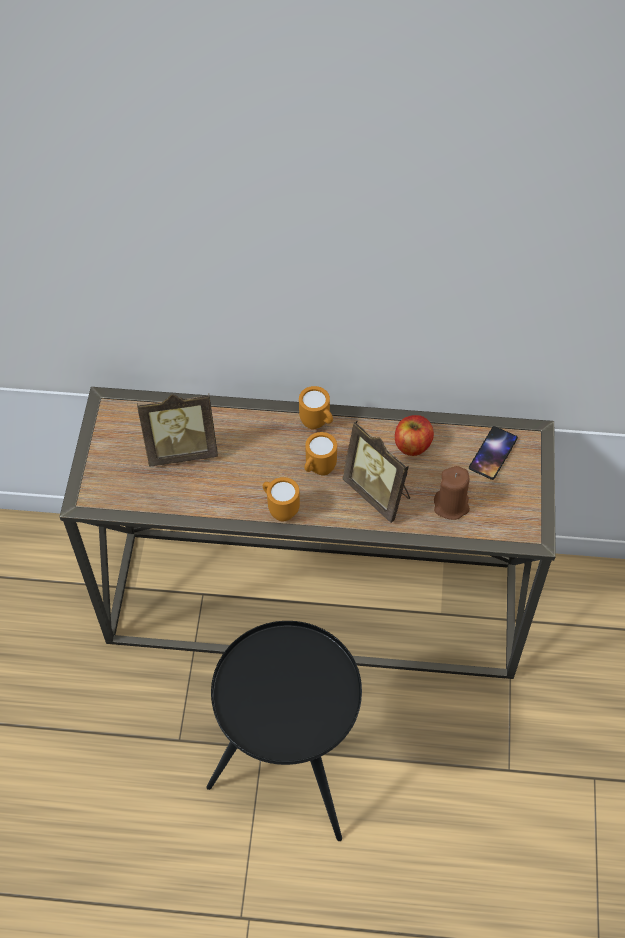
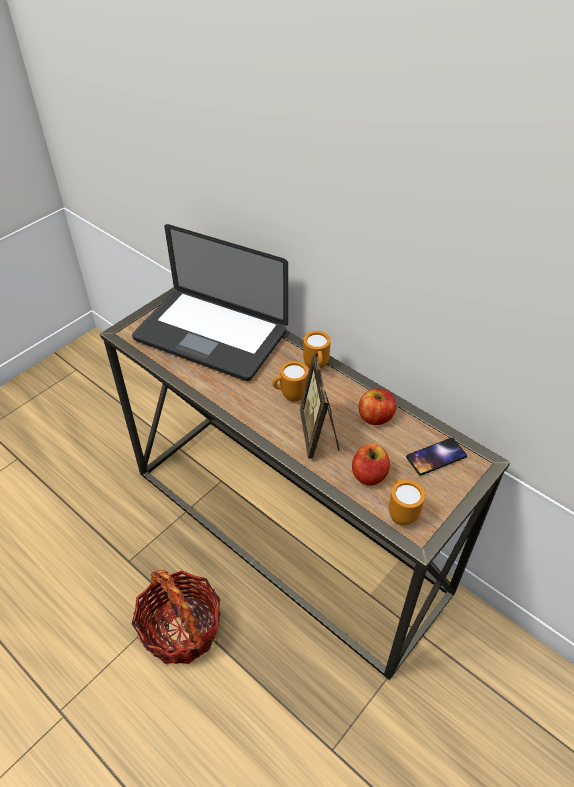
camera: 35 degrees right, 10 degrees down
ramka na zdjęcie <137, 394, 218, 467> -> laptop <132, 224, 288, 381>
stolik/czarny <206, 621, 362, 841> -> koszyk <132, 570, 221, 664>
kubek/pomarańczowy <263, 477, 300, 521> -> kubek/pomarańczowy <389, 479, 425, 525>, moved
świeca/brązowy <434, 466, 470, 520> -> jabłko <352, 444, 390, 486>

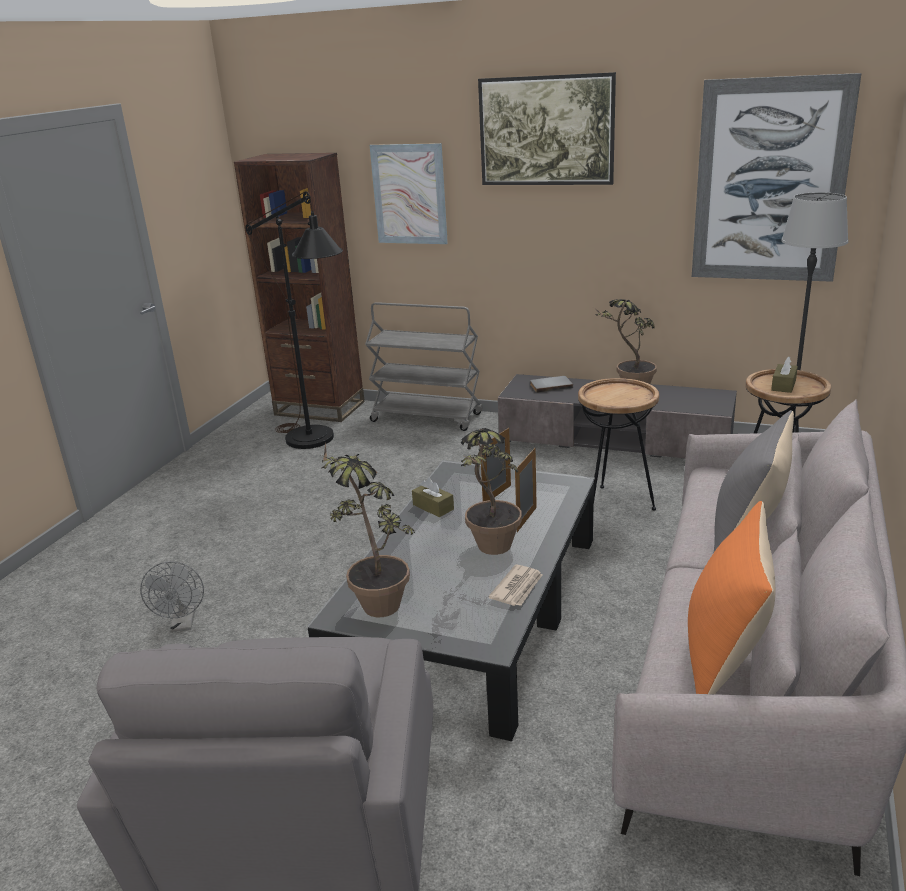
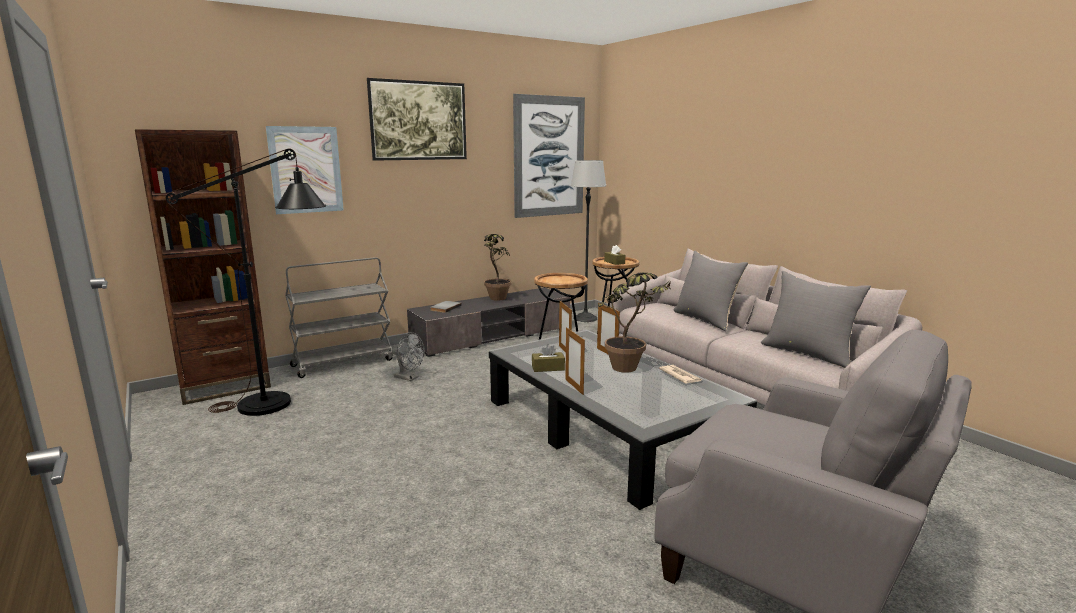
camera: 55 degrees left, 10 degrees down
wentylator/szary <140, 562, 204, 632> -> wentylator/szary <392, 332, 425, 381>, moved
roślina doniczkowa <321, 441, 415, 617> -> none
poduszka/pomarańczowy <688, 501, 775, 694> -> poduszka/szary <761, 271, 871, 368>
none -> ramka na zdjęcie <565, 327, 585, 395>

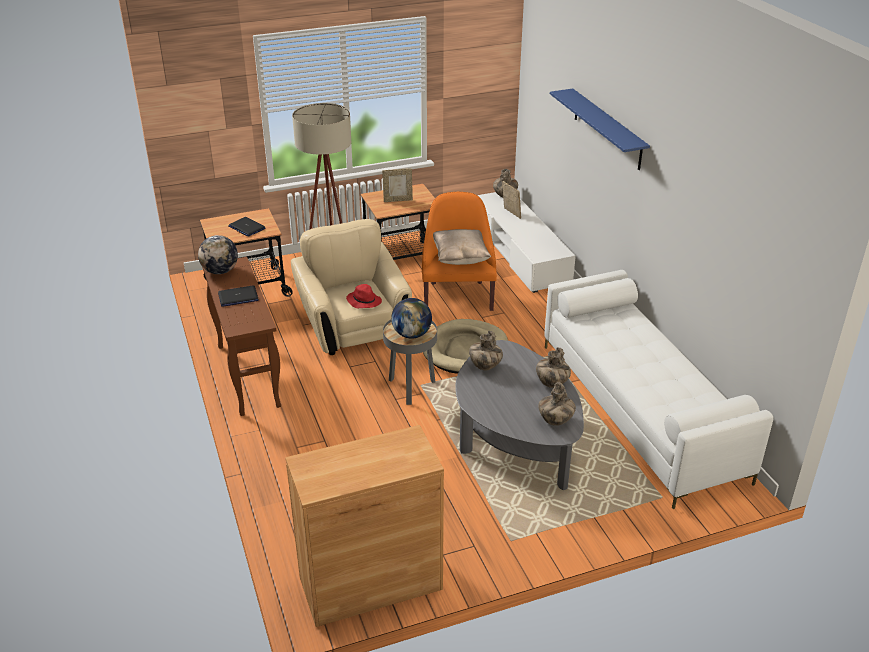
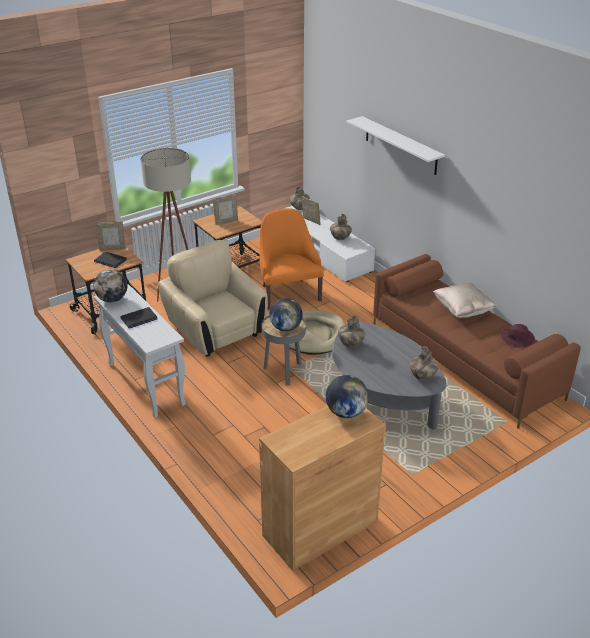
camera: 15 degrees left, 0 degrees up
stolik konsolowy/brązowy <202, 257, 281, 416> -> stolik konsolowy/biały <93, 284, 186, 418>
kapelusz/czerwony <346, 284, 382, 308> -> none
poduszka/beżowy <433, 229, 491, 265> -> poduszka/beżowy <433, 282, 497, 318>, moved
wazon <536, 347, 571, 388> -> wazon <330, 214, 352, 240>, moved
kanapa/biały <544, 270, 774, 509> -> kanapa/brązowy <373, 254, 581, 429>
półka/niebieski <550, 88, 650, 170> -> półka/biały <346, 116, 445, 175>
none -> ramka na zdjęcie <96, 222, 126, 251>
none -> globus <326, 375, 368, 418>
none -> kapelusz/fioletowy <501, 324, 535, 348>

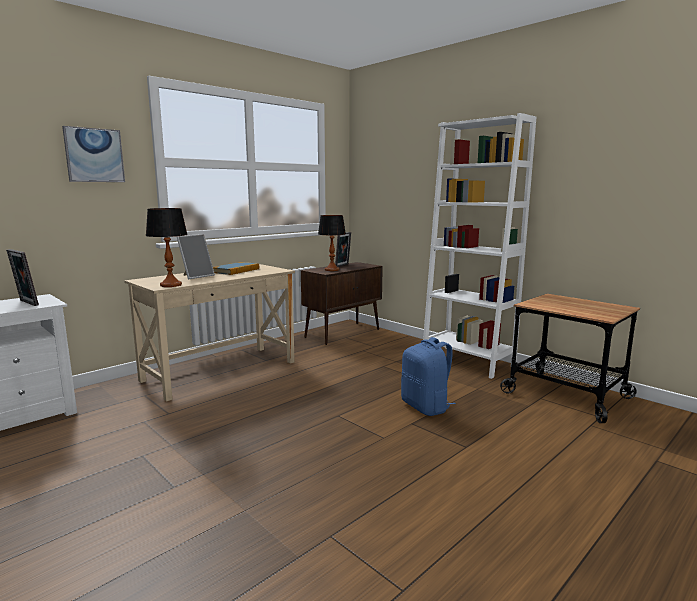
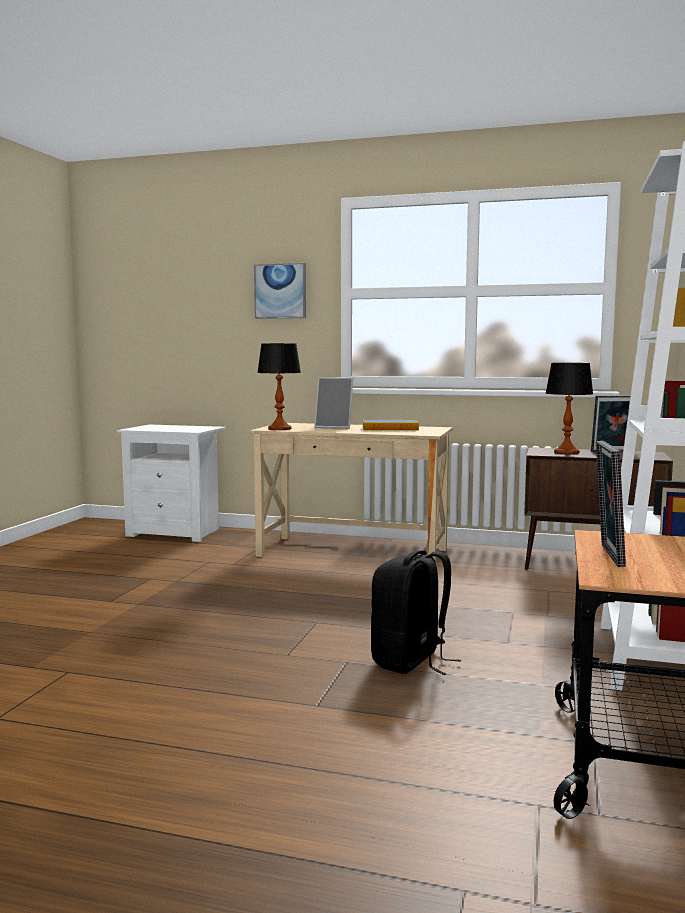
camera: 60 degrees right, 5 degrees down
ramka na zdjęcie <6, 249, 39, 306> -> ramka na zdjęcie <596, 441, 626, 567>, moved
plecak/niebieski <401, 337, 456, 416> -> plecak/czarny <371, 550, 461, 675>

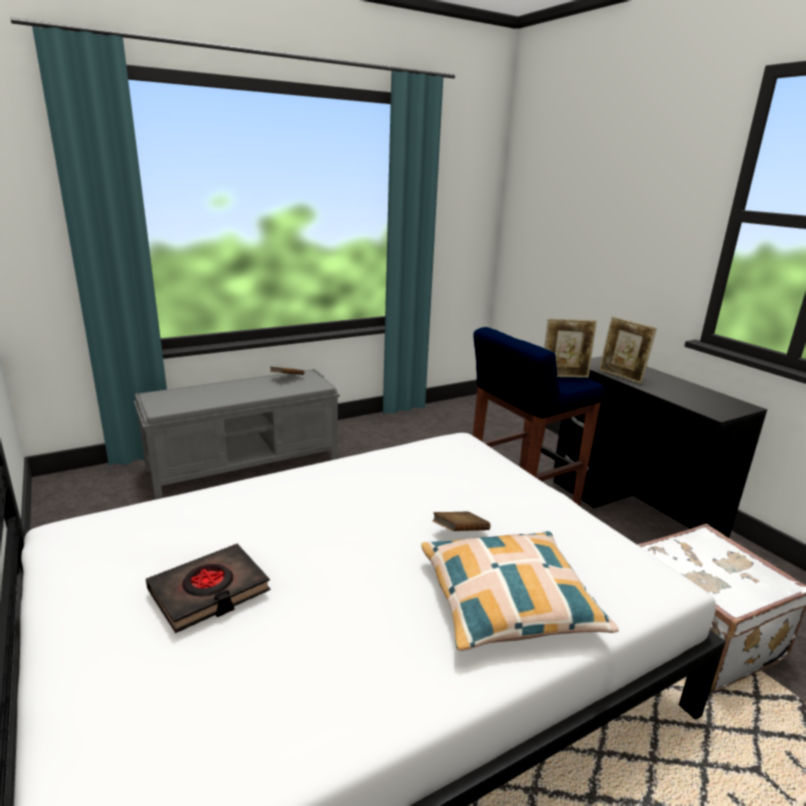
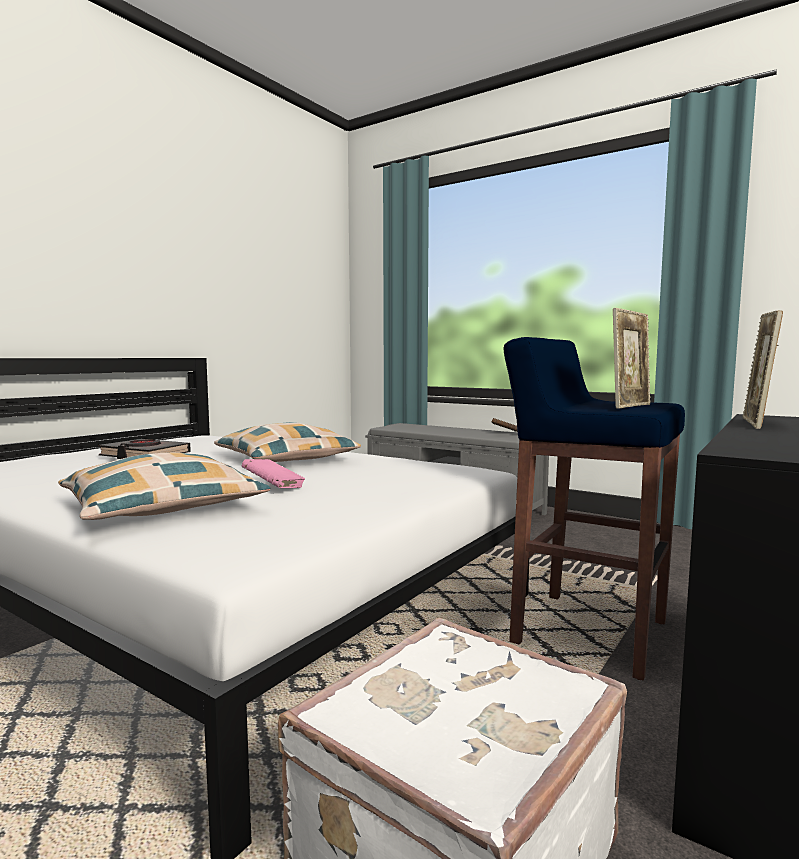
camera: 65 degrees right, 15 degrees down
książka/brązowy <432, 512, 490, 531> -> książka/różowy <242, 459, 305, 488>
ramka na zdjęcie <544, 319, 597, 378> -> ramka na zdjęcie <613, 308, 651, 409>, 105 degrees counterclockwise
none -> poduszka <214, 422, 361, 462>

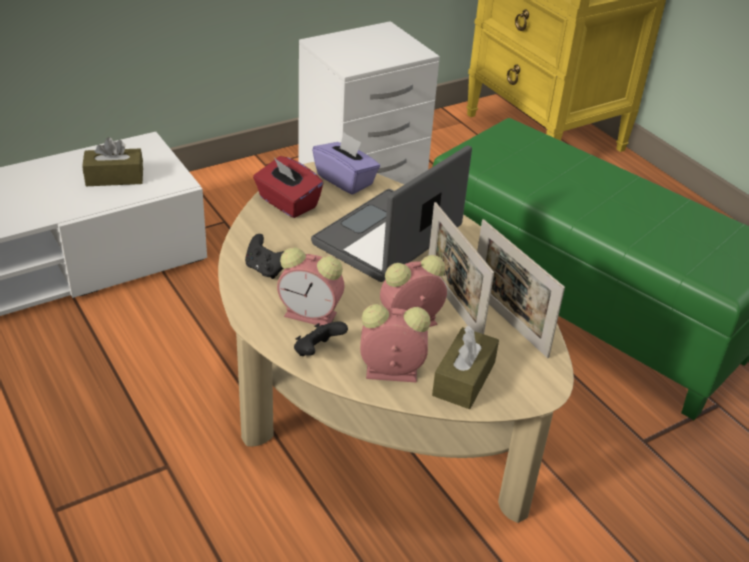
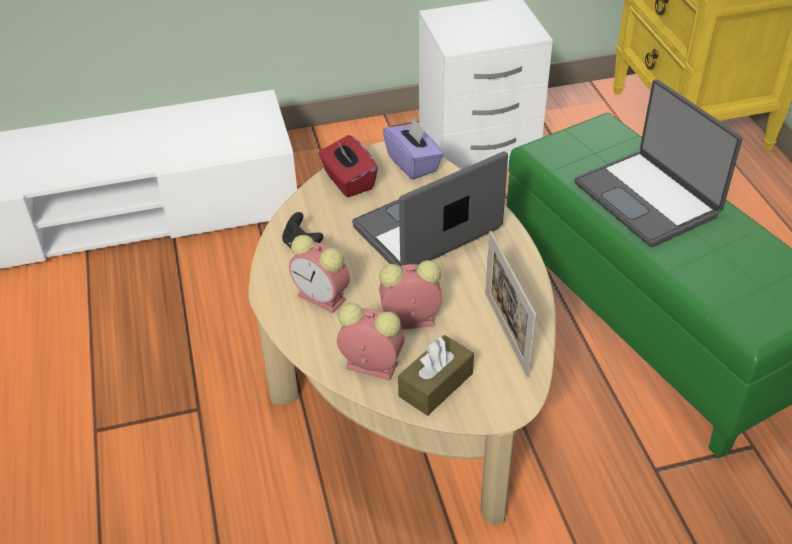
camera: 20 degrees right, 5 degrees up
pudełko chusteczek/brązowy <82, 137, 143, 186> -> none
pad do gier/czarny <294, 321, 348, 356> -> none
ramka na zdjęcie <428, 202, 494, 334> -> none
none -> laptop <574, 79, 742, 247>

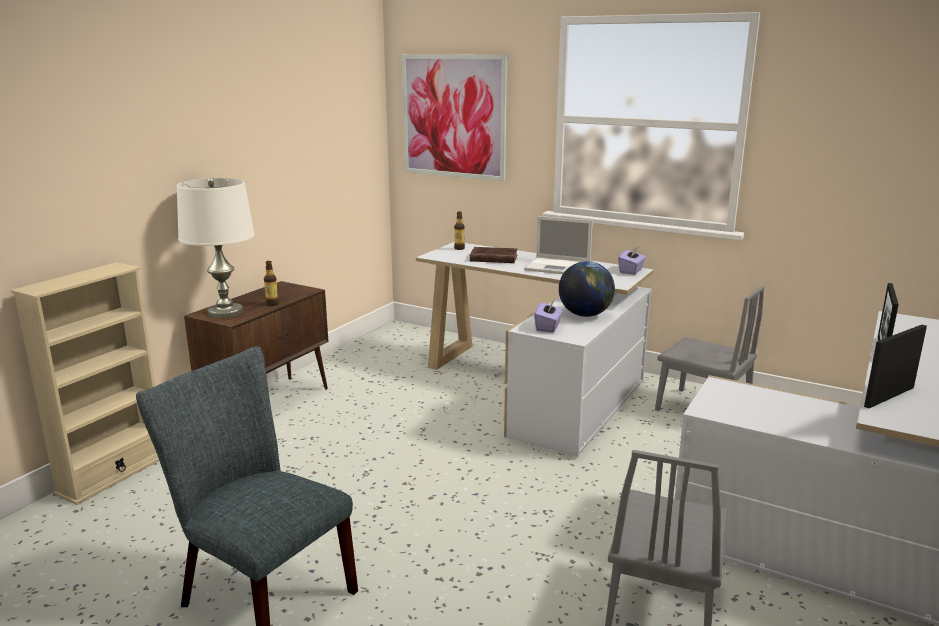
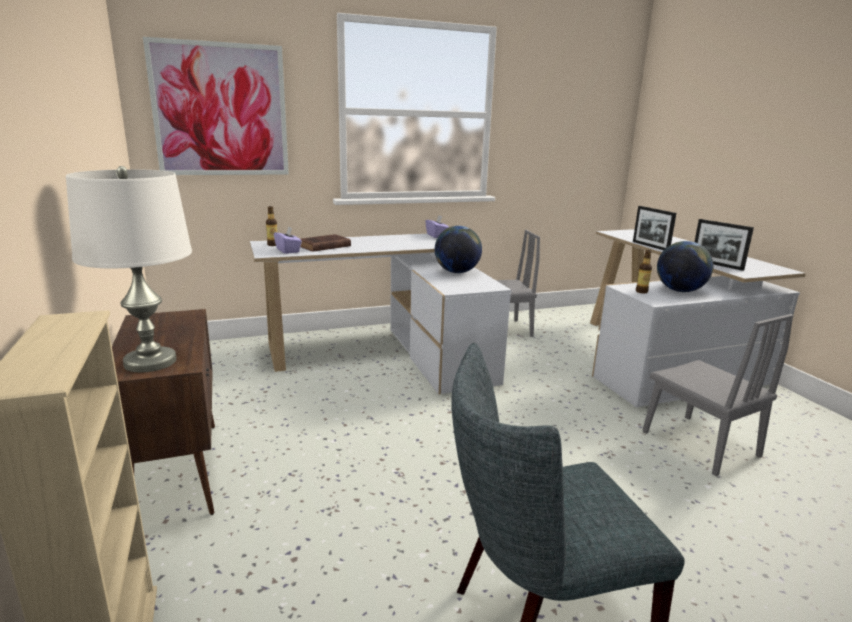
camera: 50 degrees left, 0 degrees up
butelka <264, 261, 279, 306> -> butelka <636, 250, 652, 293>, moved
laptop <524, 216, 593, 274> -> none
pudełko chusteczek/fioletowy <534, 299, 563, 332> -> pudełko chusteczek/fioletowy <274, 226, 302, 254>, moved
ramka na zdjęcie <864, 325, 927, 409> -> ramka na zdjęcie <695, 219, 754, 271>, 45 degrees counterclockwise
none -> globus <657, 241, 714, 292>

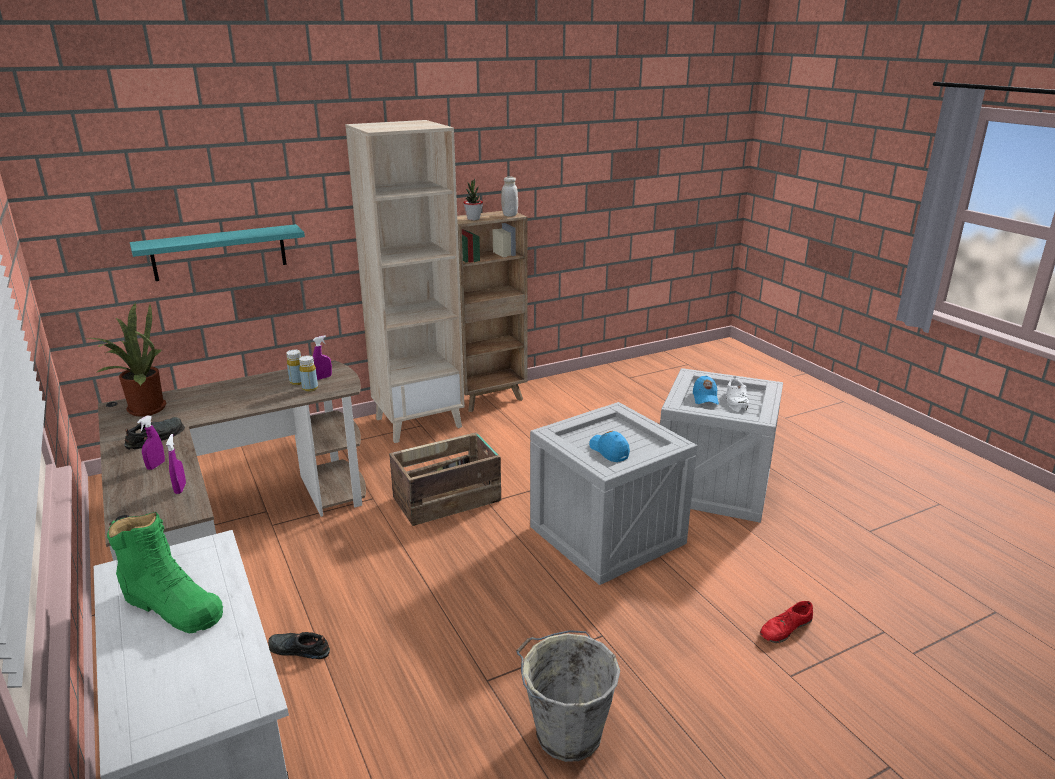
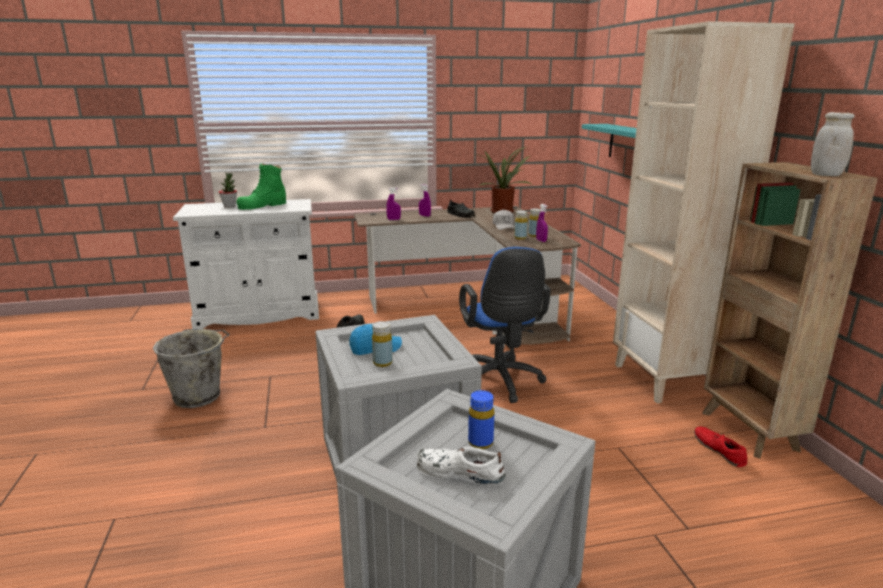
camera: 105 degrees right, 5 degrees down
skrzynka <389, 432, 501, 526> -> krzesło biurowe/niebieski <459, 247, 551, 403>
roślina doniczkowa <463, 179, 483, 220> -> roślina doniczkowa <219, 172, 237, 208>, moved
czapka z daszkiem/niebieski <693, 376, 719, 405> -> butelka/niebieski <468, 390, 494, 449>
but/czerwony <760, 601, 813, 643> -> but/czerwony <694, 427, 747, 467>, moved
none -> butelka/żółty <372, 321, 393, 367>
none -> czapka z daszkiem/biały <493, 209, 515, 230>

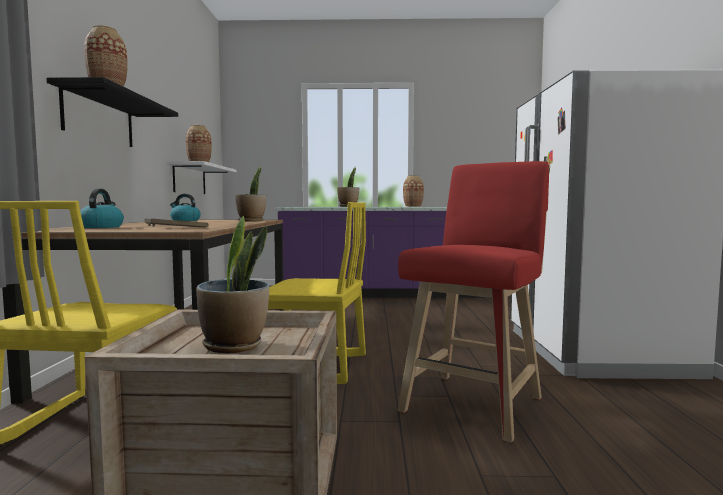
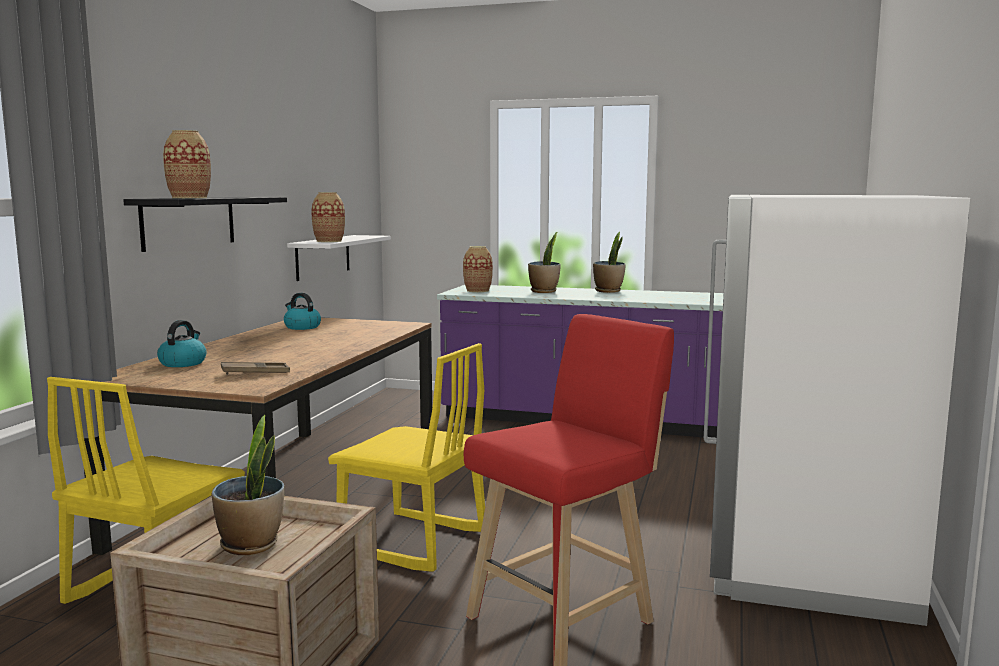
camera: 15 degrees right, 5 degrees up
roślina doniczkowa <235, 166, 266, 222> -> roślina doniczkowa <593, 232, 626, 293>, moved
wazon <403, 175, 424, 207> -> wazon <463, 246, 493, 292>, moved

